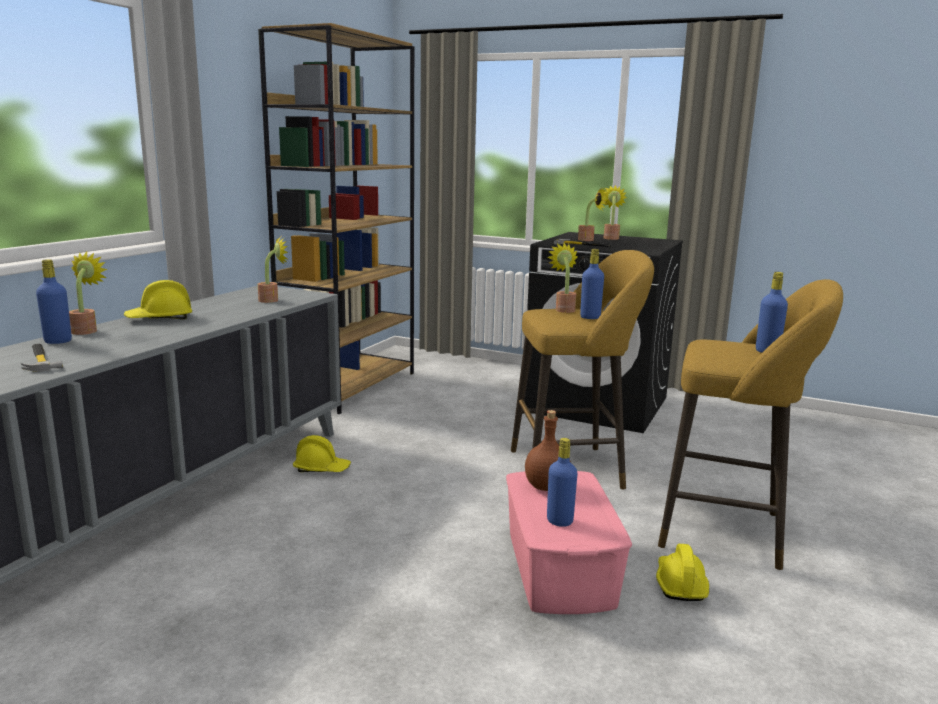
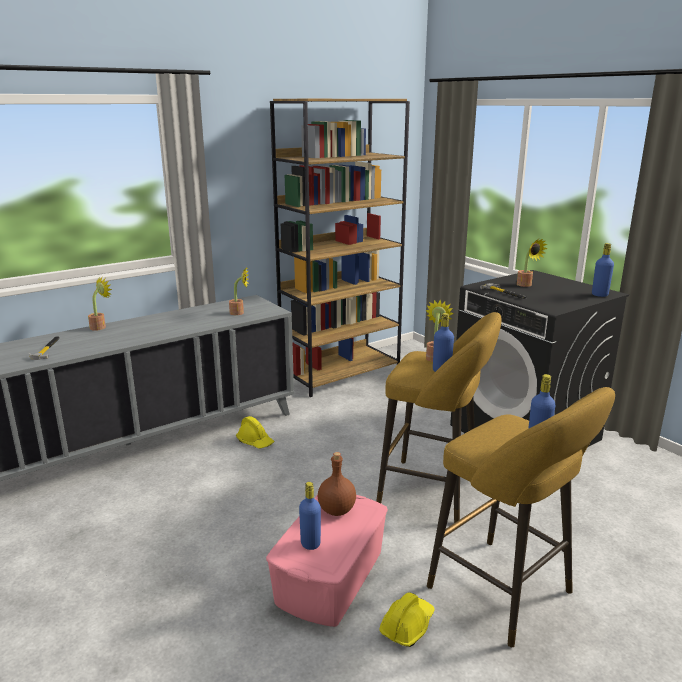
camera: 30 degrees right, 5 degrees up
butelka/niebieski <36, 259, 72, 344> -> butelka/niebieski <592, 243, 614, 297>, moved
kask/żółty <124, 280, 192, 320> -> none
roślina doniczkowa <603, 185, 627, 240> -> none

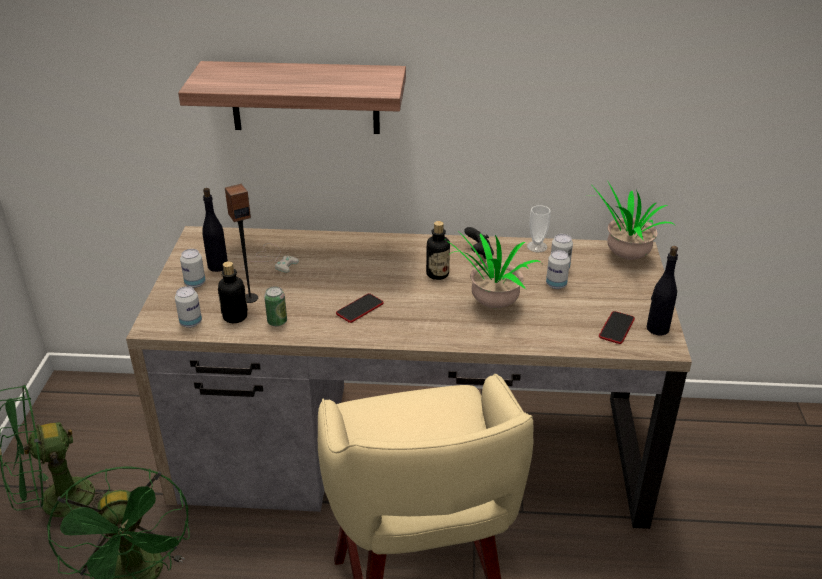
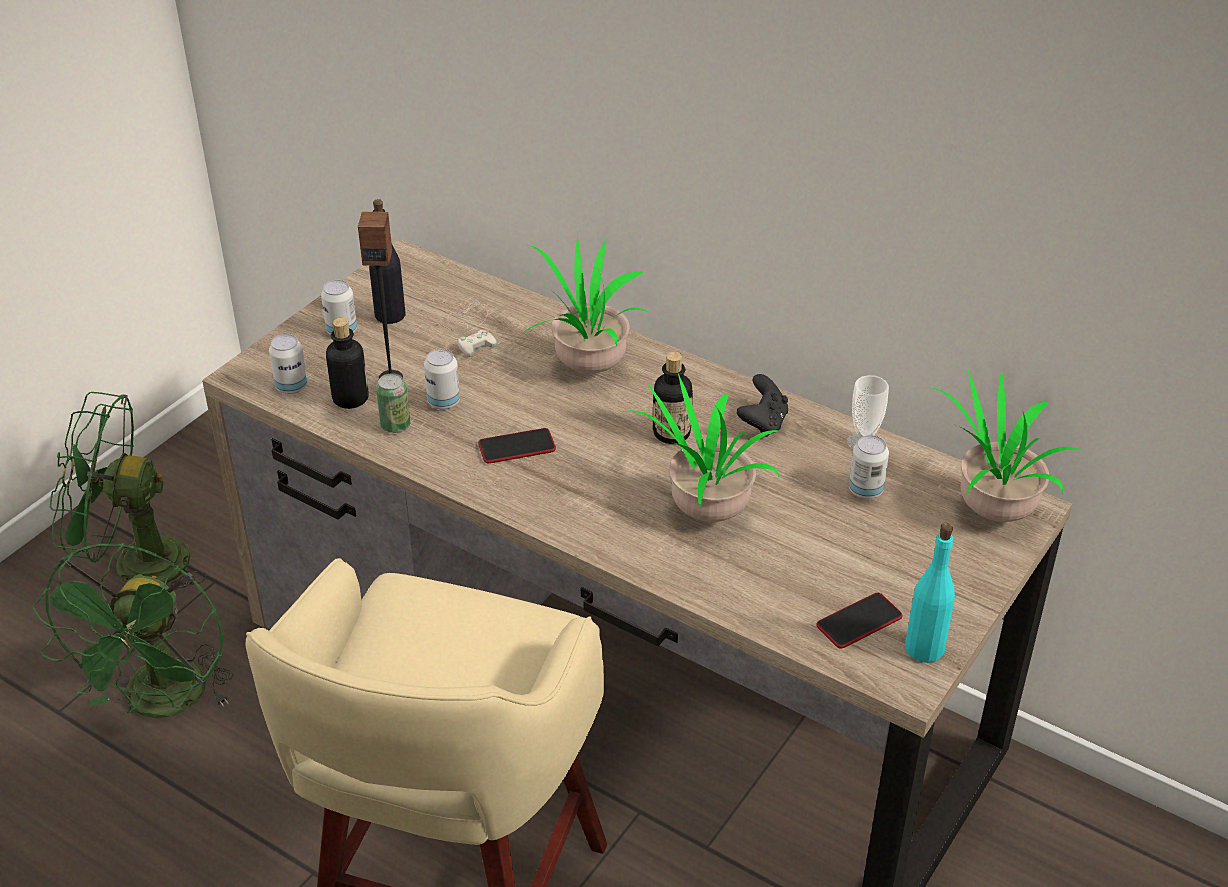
camera: 30 degrees right, 5 degrees up
półka <178, 61, 406, 134> -> none
puszka <546, 250, 570, 289> -> puszka <424, 349, 460, 409>, moved
butelka/czarny <647, 246, 678, 335> -> butelka/turkusowy <905, 523, 955, 663>
none -> roślina doniczkowa <522, 236, 649, 373>

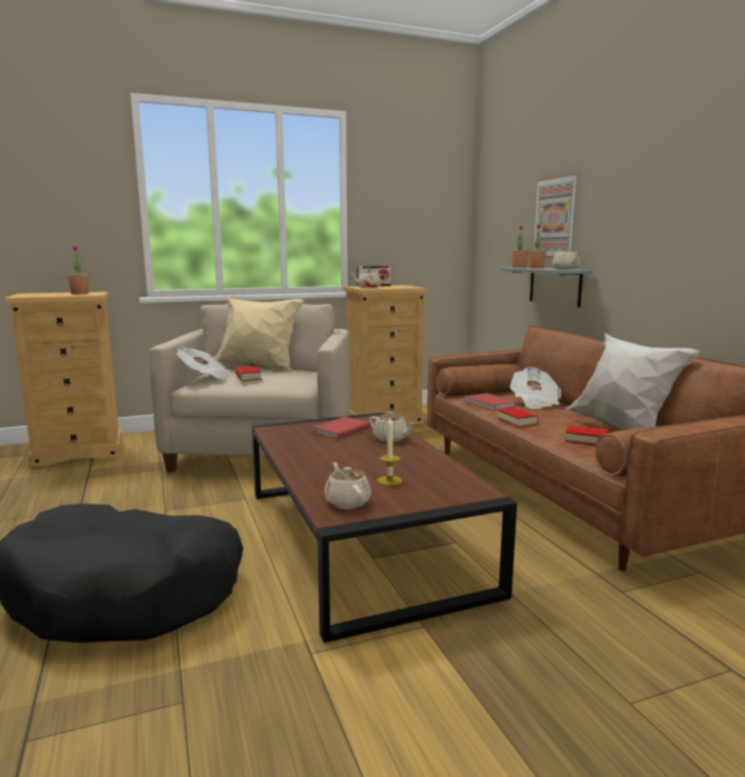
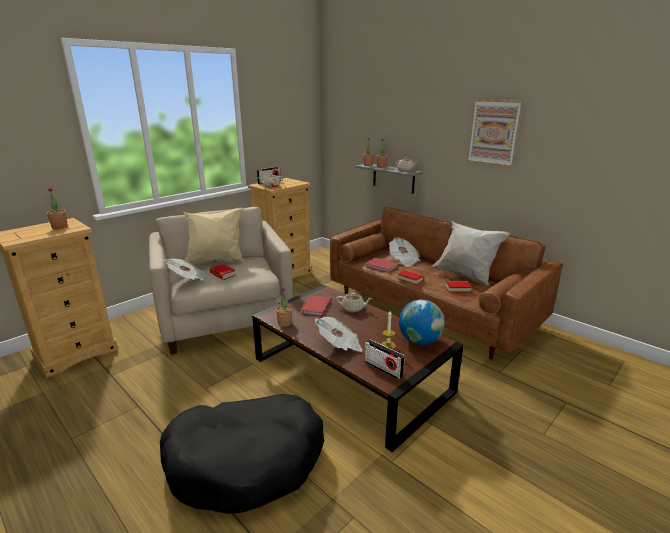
camera: 25 degrees left, 10 degrees up
imbryk/beżowy <324, 462, 371, 509> -> radio <364, 339, 405, 380>
obraz <534, 173, 578, 258> -> obraz <468, 100, 522, 167>, moved
none -> roślina doniczkowa <276, 286, 293, 327>
none -> gazeta <315, 317, 362, 352>
none -> globus <399, 299, 445, 345>

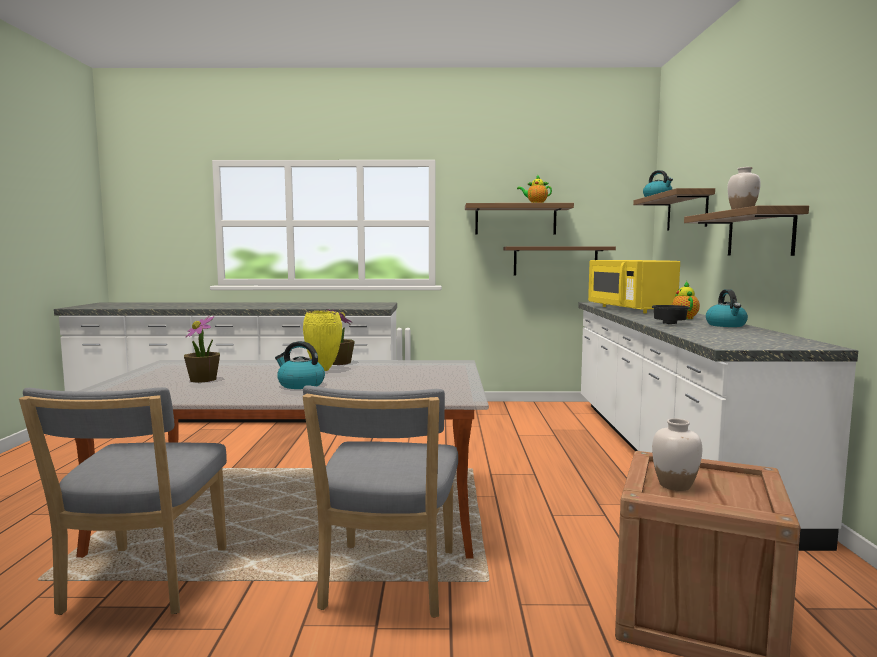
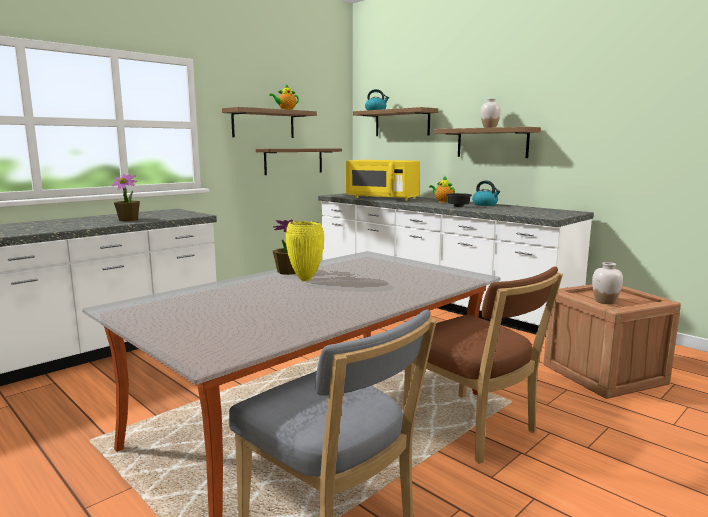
camera: 45 degrees left, 5 degrees up
roślina doniczkowa <184, 315, 220, 383> -> roślina doniczkowa <111, 174, 140, 221>, moved
czajnik <275, 341, 325, 389> -> none
krzesło/szary <302, 385, 458, 618> -> krzesło/brązowy <403, 267, 563, 464>

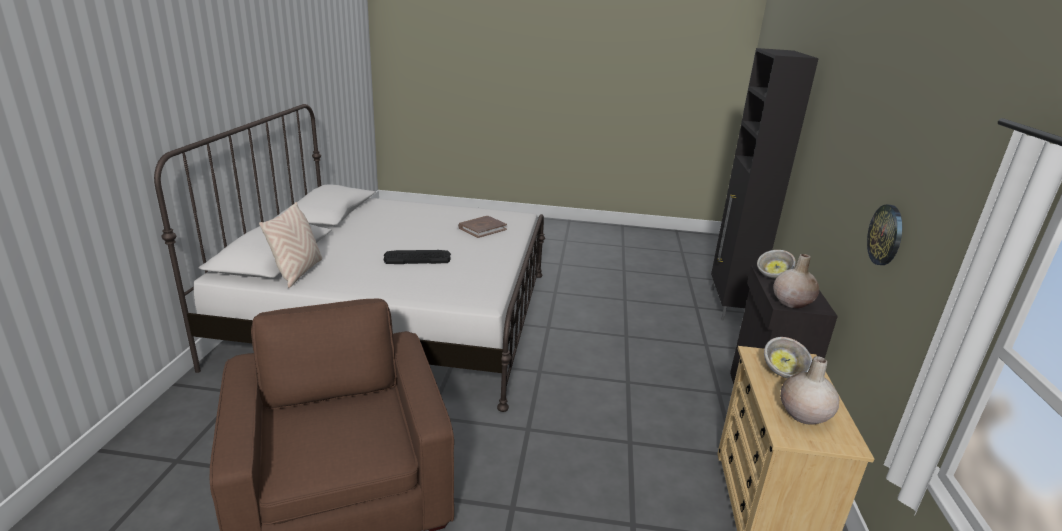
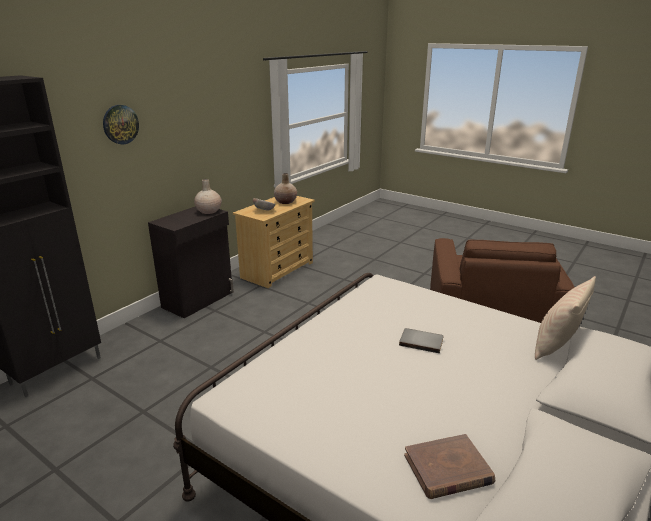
camera: 150 degrees left, 0 degrees up
klawiatura <384, 250, 451, 264> -> książka/szary <399, 328, 444, 353>
książka/brązowy <458, 216, 507, 238> -> książka/brązowy <404, 434, 495, 499>, moved
miska <757, 250, 796, 278> -> none
zegar ścienny <867, 204, 902, 265> -> zegar ścienny <103, 105, 139, 144>, moved

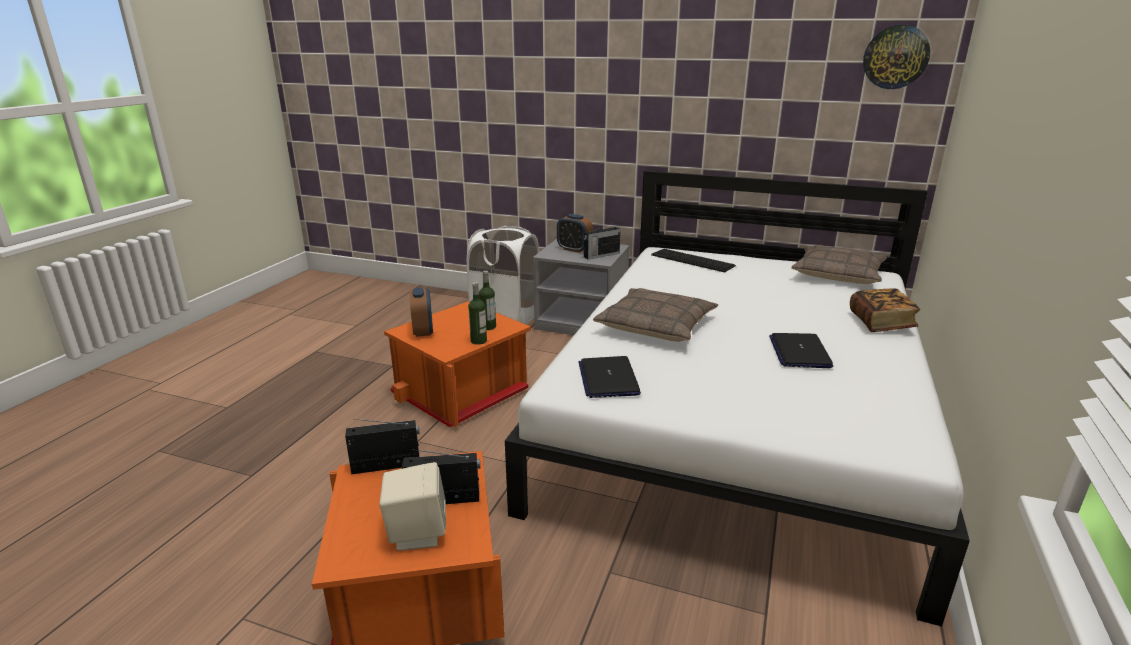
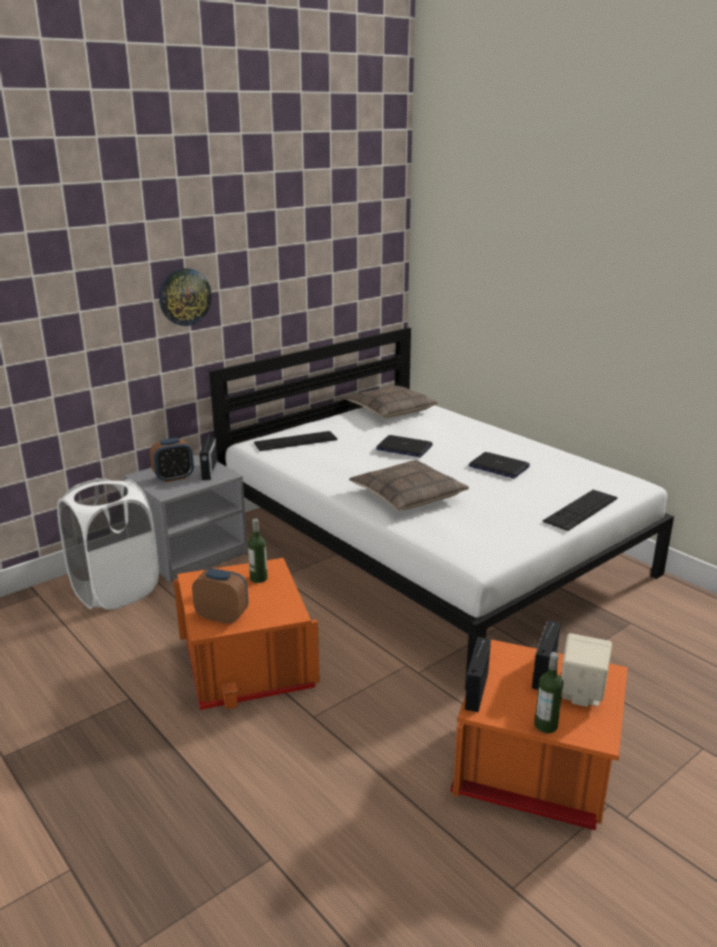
camera: 60 degrees left, 0 degrees up
butelka <468, 282, 487, 345> -> butelka <535, 652, 563, 733>, moved
laptop <579, 356, 641, 398> -> laptop <376, 435, 433, 457>, moved
książka <850, 288, 920, 332> -> none
zegar ścienny <863, 25, 930, 89> -> zegar ścienny <159, 268, 212, 326>, moved
none -> klawiatura <543, 490, 618, 531>

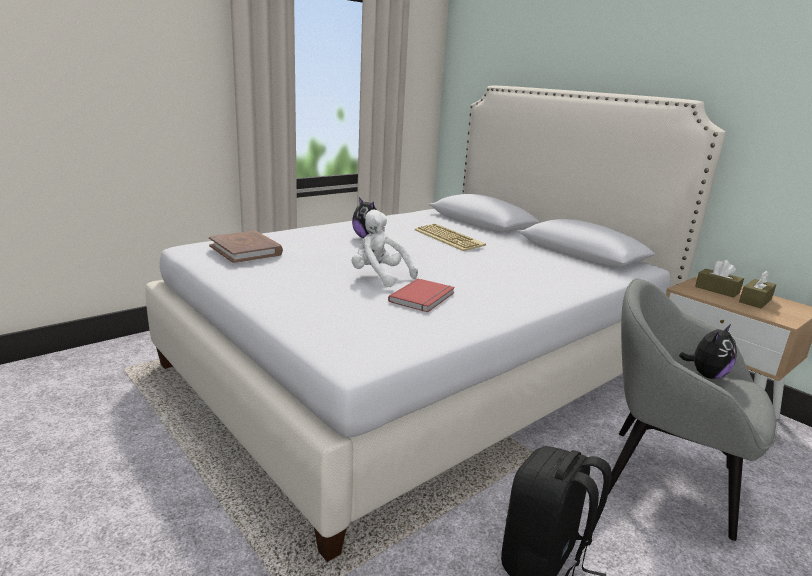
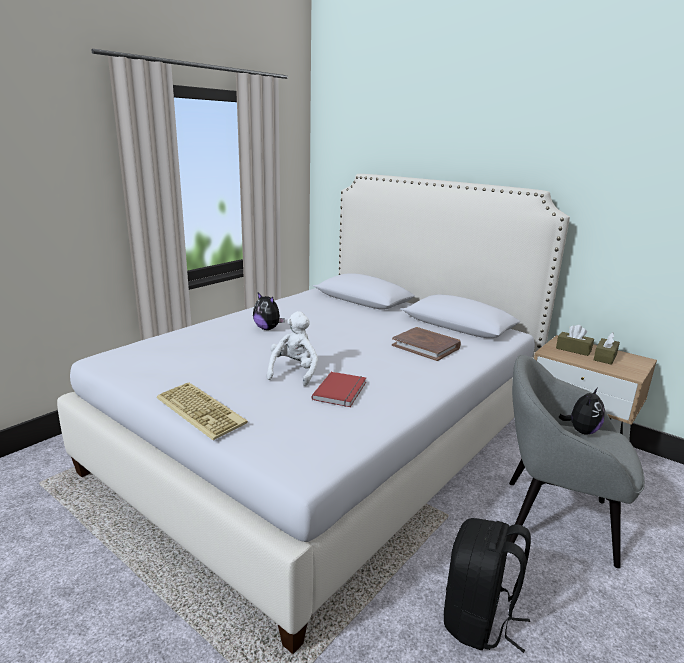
camera: 10 degrees left, 0 degrees up
książka/brązowy <209, 231, 283, 263> -> książka/brązowy <392, 327, 461, 361>, moved
pluszak/biały <352, 210, 418, 287> -> pluszak/biały <266, 311, 318, 386>, 75 degrees clockwise
klawiatura <415, 224, 486, 251> -> klawiatura <157, 383, 248, 440>, moved

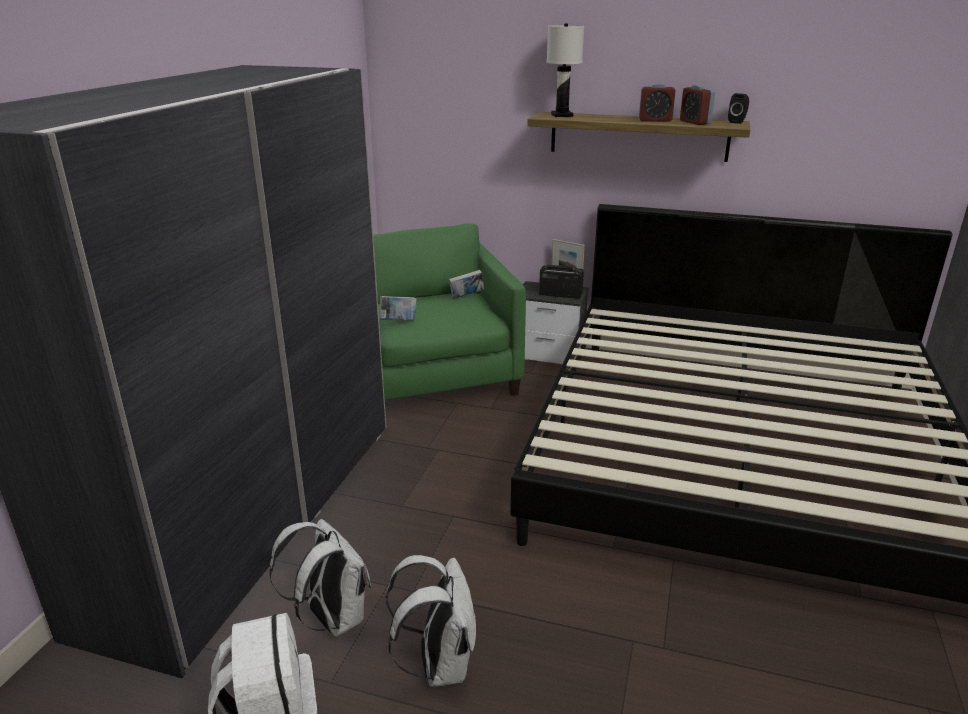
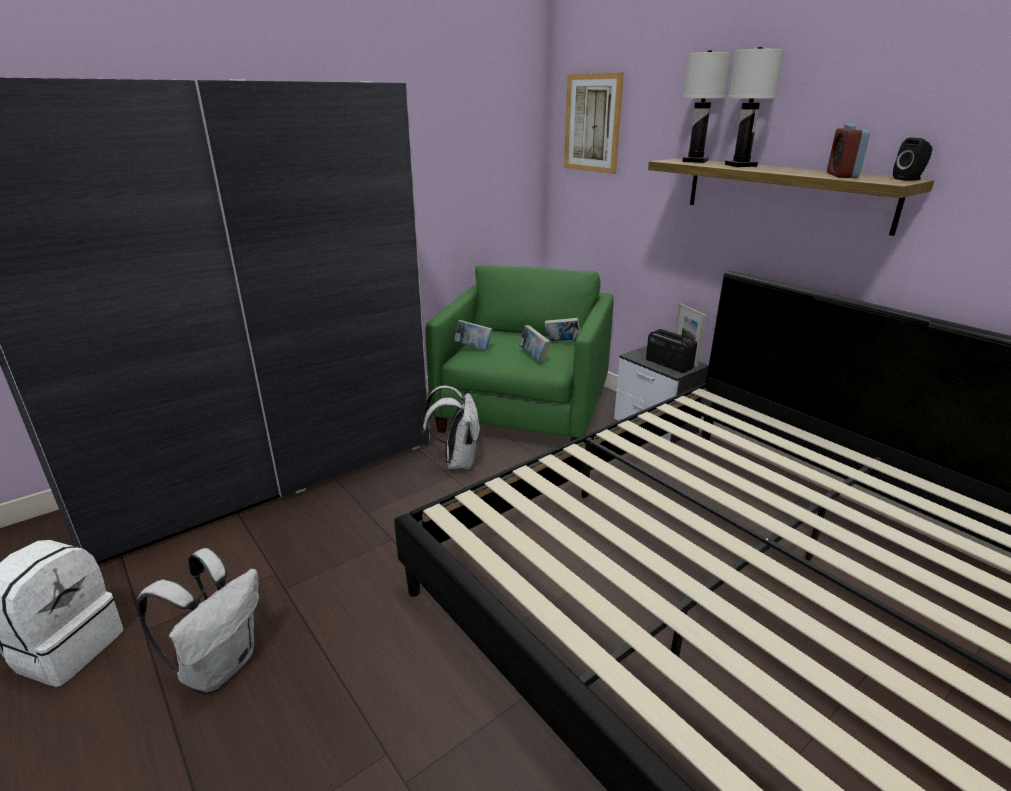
camera: 35 degrees right, 0 degrees up
plecak/biały <269, 519, 371, 636> -> plecak/biały <422, 385, 480, 469>, moved
budzik <639, 83, 676, 122> -> none
none -> książka <519, 325, 551, 362>
none -> obraz <564, 72, 624, 174>
none -> lampa stołowa/biały <725, 47, 784, 167>

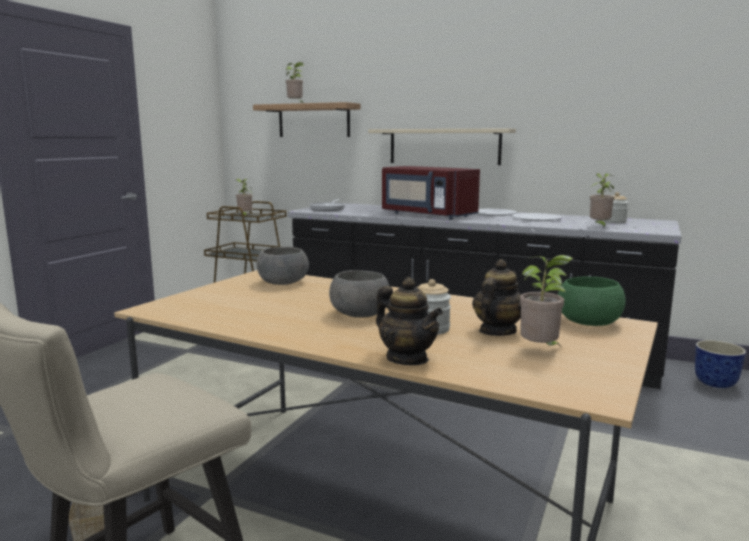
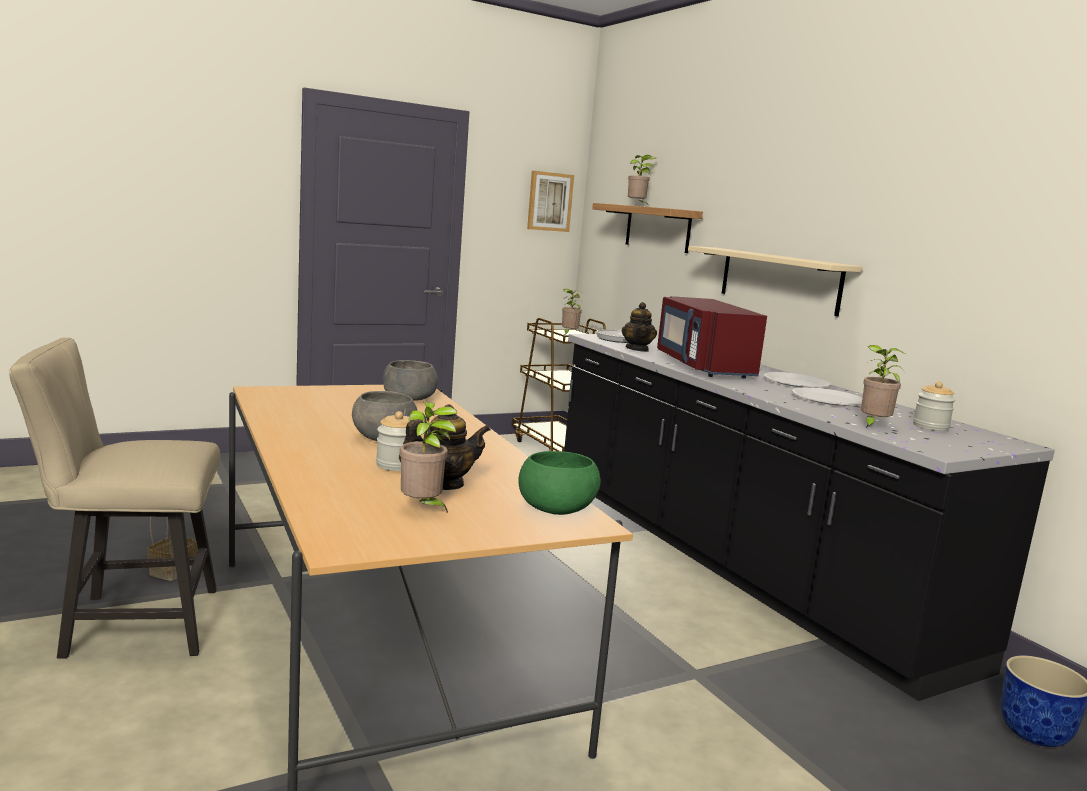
camera: 35 degrees right, 0 degrees up
imbryk <376, 277, 443, 365> -> imbryk <622, 302, 657, 352>, moved
none -> obraz <527, 171, 574, 232>

